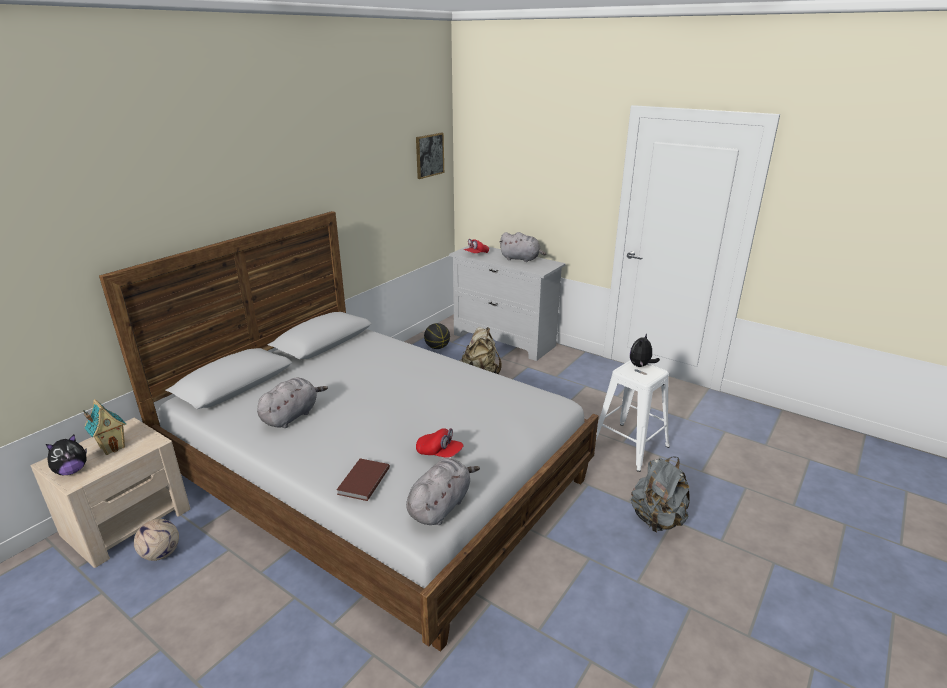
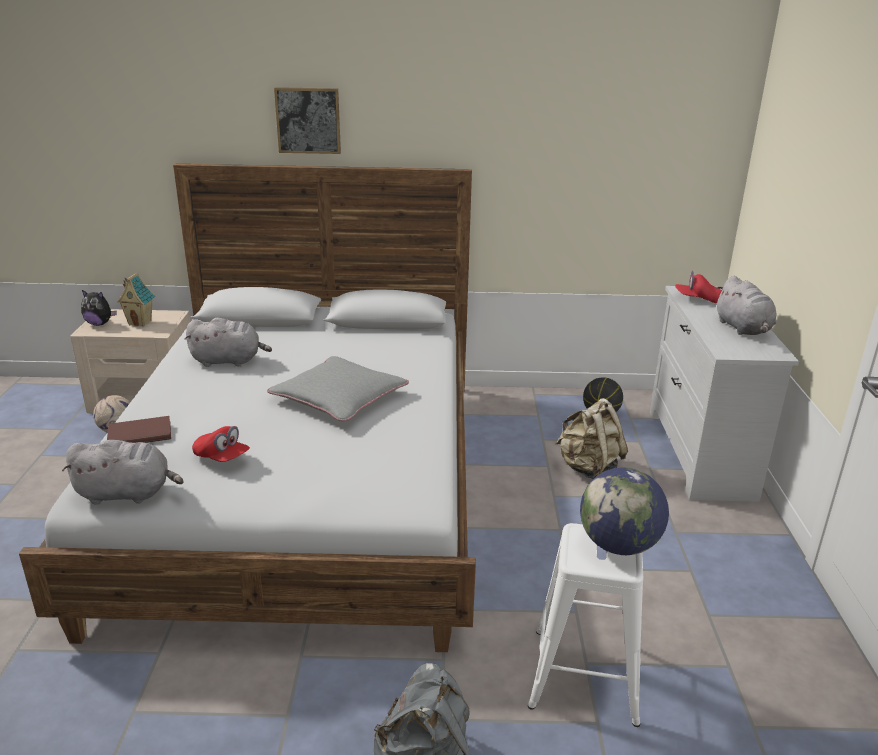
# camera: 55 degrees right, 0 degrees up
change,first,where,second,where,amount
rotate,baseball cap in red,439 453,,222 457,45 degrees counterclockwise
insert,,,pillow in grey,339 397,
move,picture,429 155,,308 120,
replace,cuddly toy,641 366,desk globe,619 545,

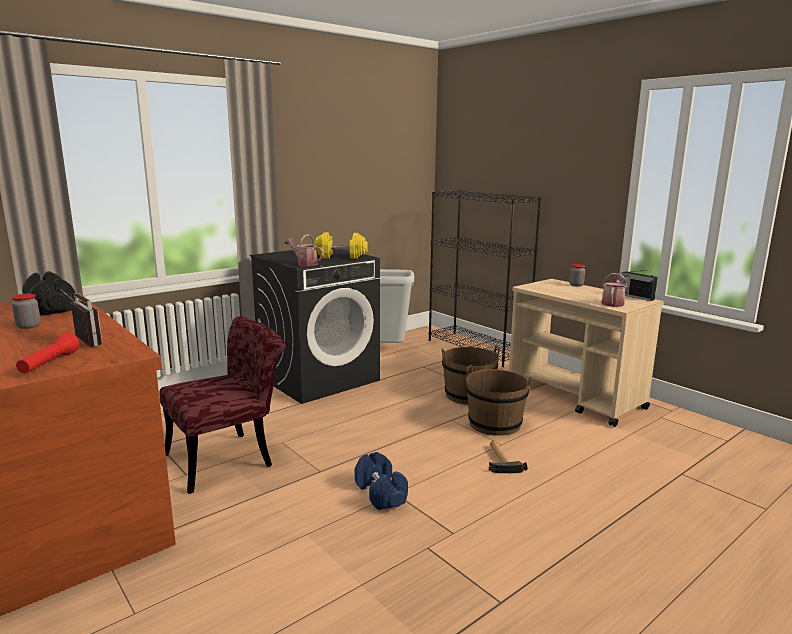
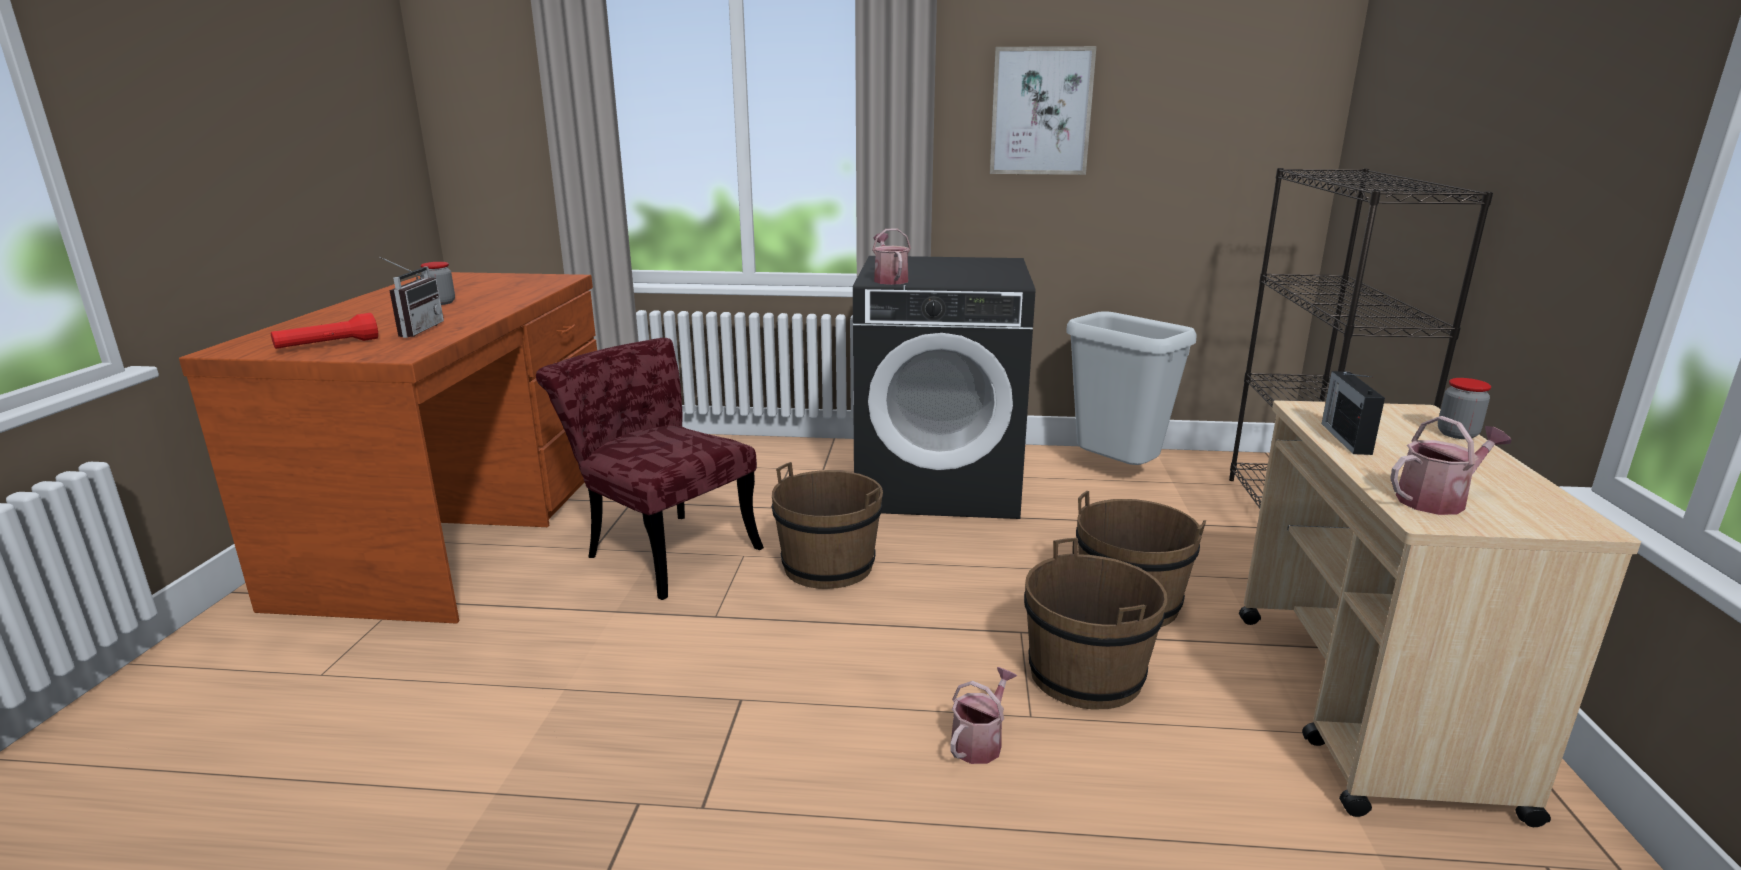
# camera: 45 degrees right, 5 degrees up
change,first,where,second,where,amount
rotate,upright chair in red,229 457,,662 548,150 degrees counterclockwise
insert,,,water bucket in brownish,828 566,
replace,hand hammer,500 460,sprinkling can,980 741,
insert,,,picture,1041 111,
move,radio receiver,635 297,,1345 438,
delete,hand weight in black-coloured,50 308,,,
delete,hand weight in yellowish,341 256,,,
delete,hand weight in blue-coloured,381 493,,,

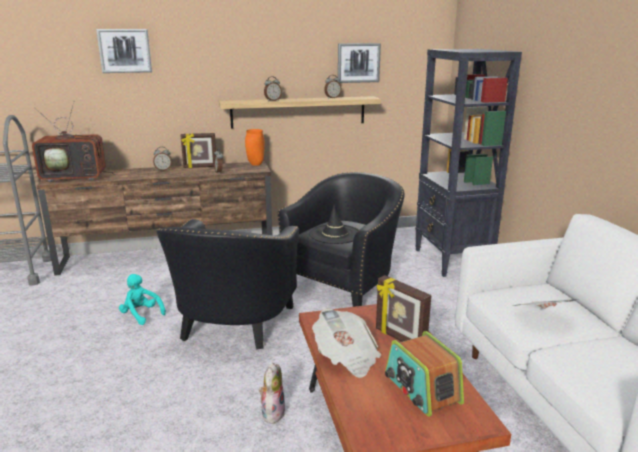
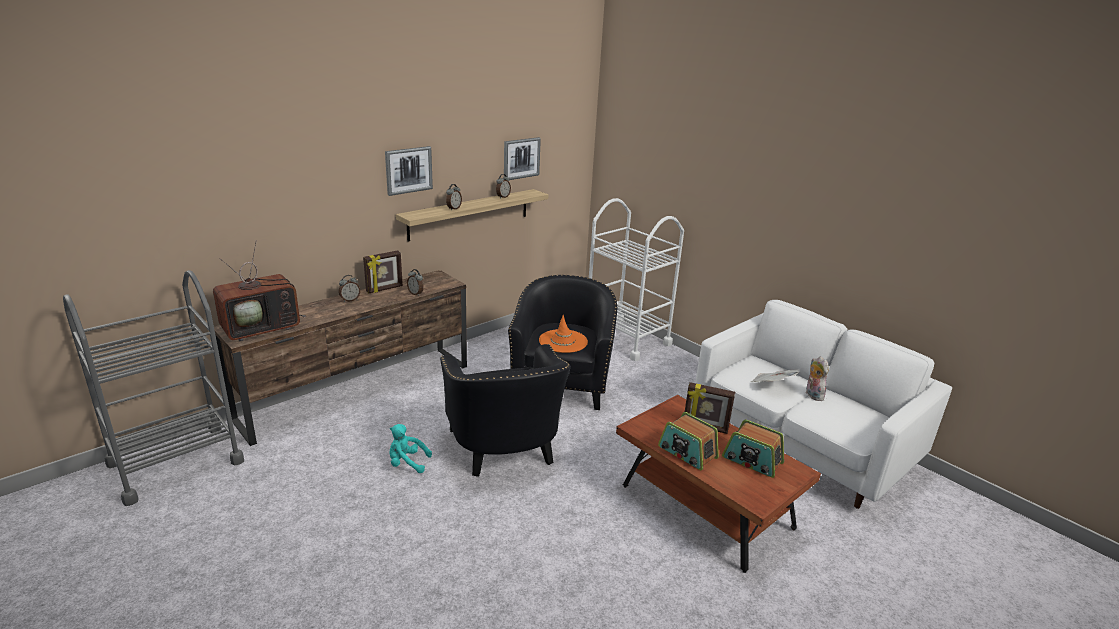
# camera: 30 degrees left, 5 degrees up
change,first,where,second,where,amount
move,picture,125 51,,408 170,
recolor,hat in black-coloured,335 234,hat in orange,563 341,
replace,bookshelf in black-coloured,452 260,cart in whitish,626 338,
replace,printed paper,346 357,radio receiver,687 452,
move,cuddly toy,272 412,,812 395,
delete,decorative vase in orange,256 164,,,

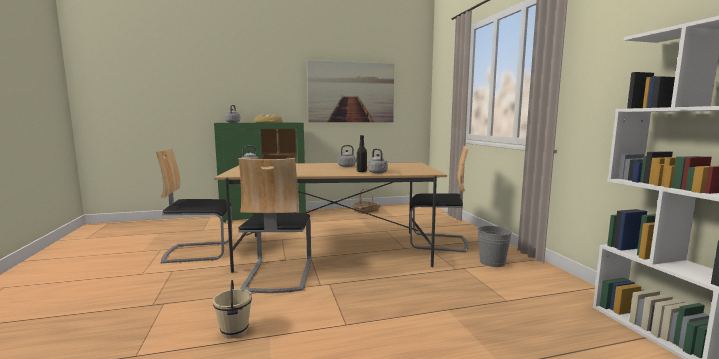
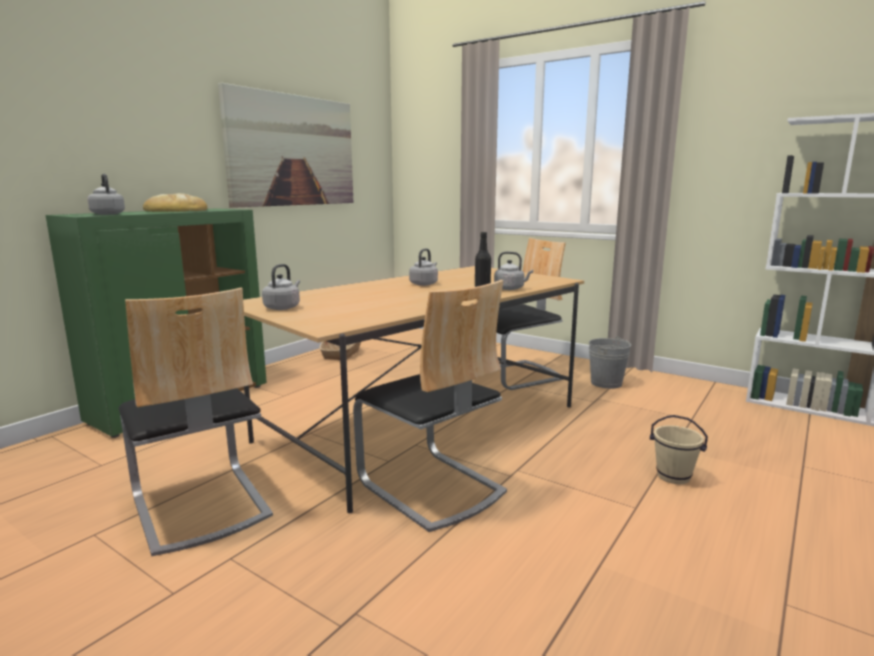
# camera: 40 degrees left, 5 degrees up
change,first,where,second,where,amount
rotate,upright chair,198 251,,199 505,75 degrees counterclockwise
move,water bucket in beige-coloured,234 331,,673 477,

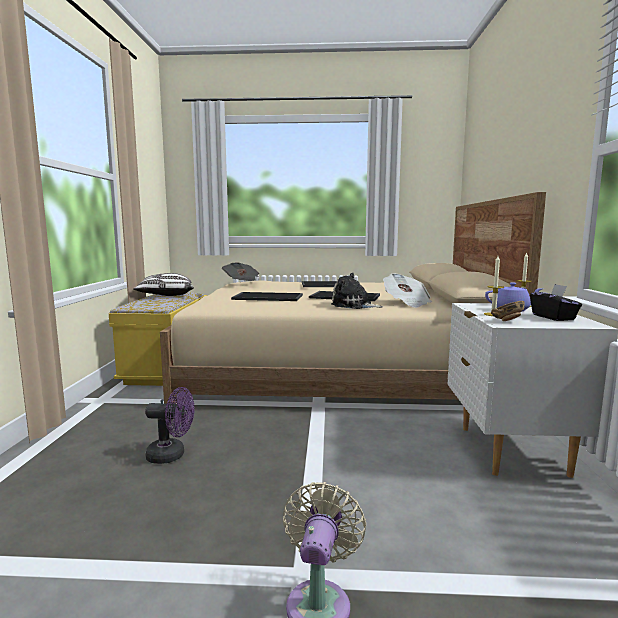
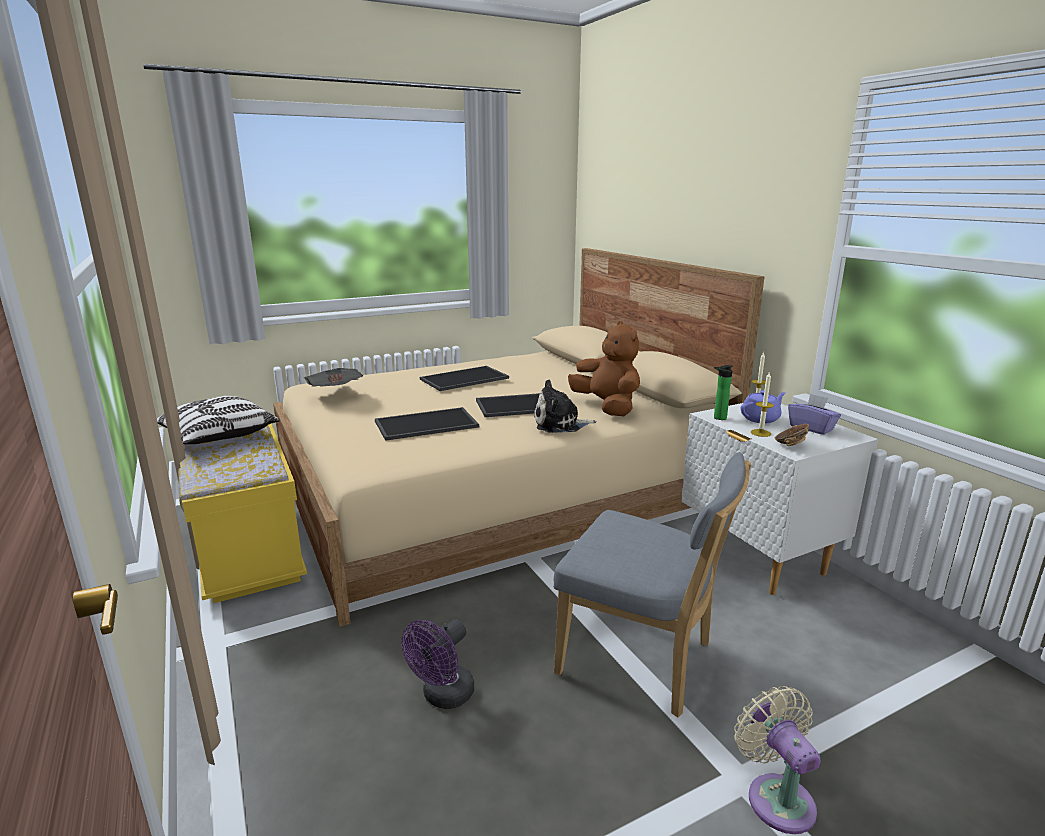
# camera: 30 degrees left, 10 degrees up
change,first,where,second,where,amount
rotate,fan in purple-coloured,172 455,,443 697,150 degrees clockwise
insert,,,upright chair in grey,642 661,
replace,printed paper,406 303,cuddly toy in brownish,607 407,
insert,,,beverage bottle,718 418,
recolor,tissue box in black-coloured,553 317,tissue box in purple-coloured,811 428,

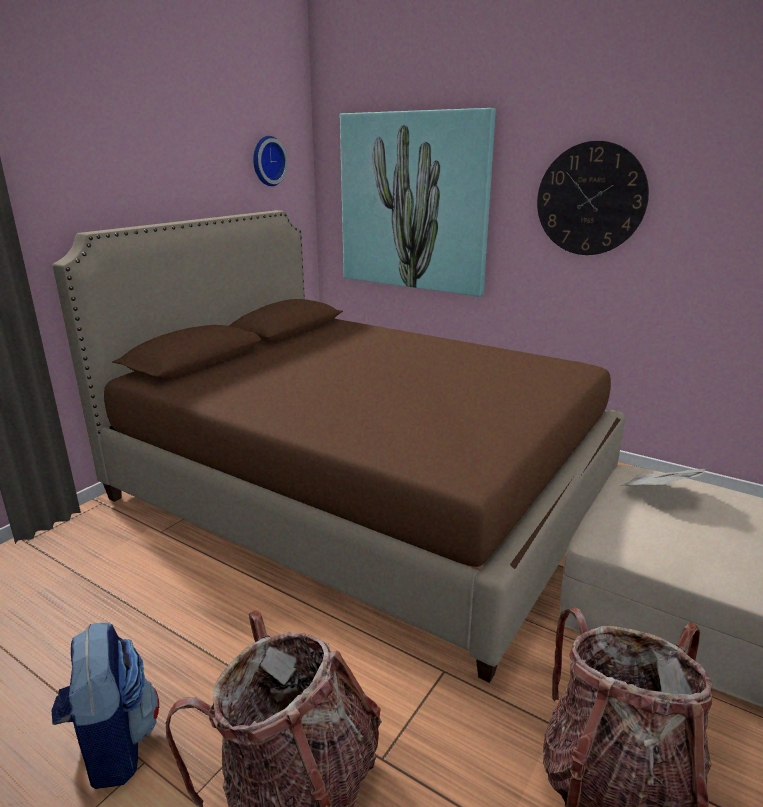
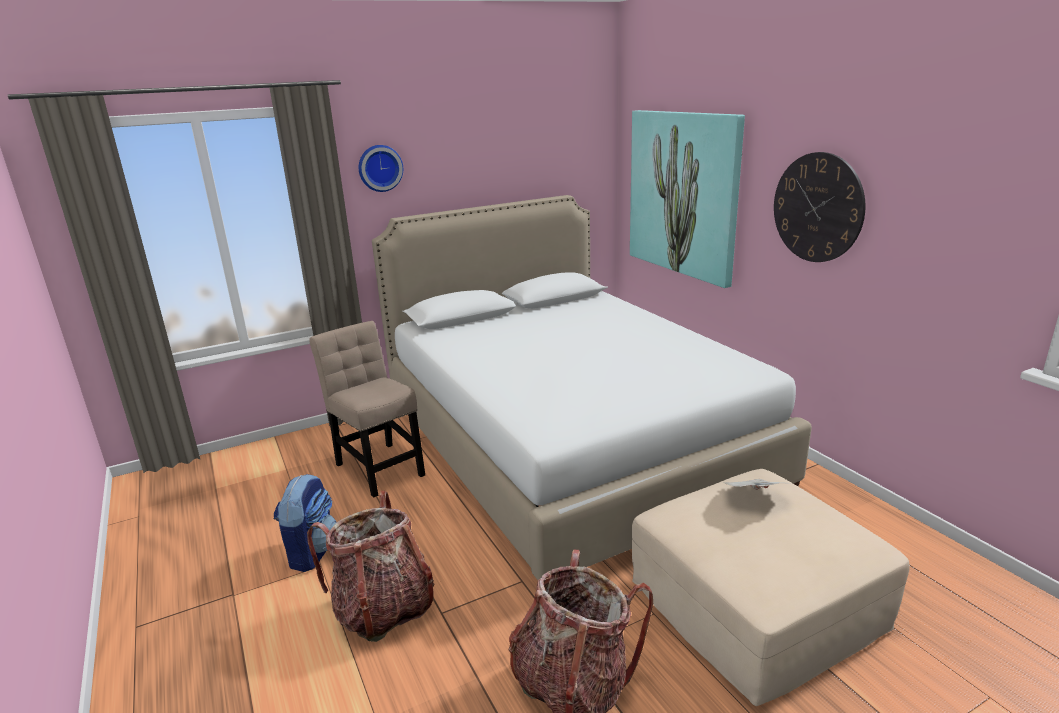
# camera: 30 degrees right, 0 degrees up
change,first,where,second,where,amount
insert,,,upright chair in beige-coloured,378 467,
move,wall clock,267 161,,380 168,
recolor,bed in brownish,361 494,bed in whitish,569 446,

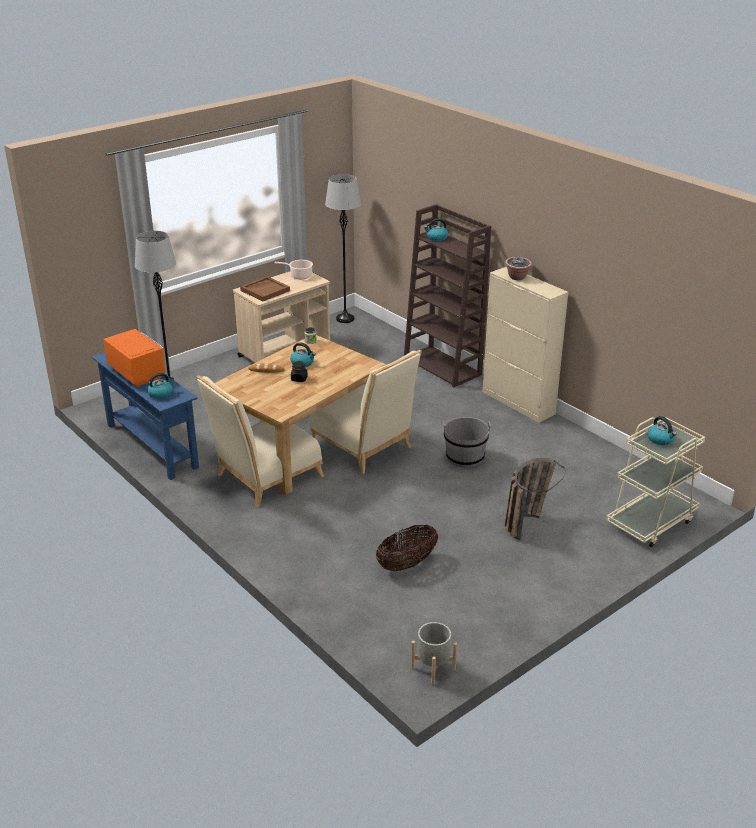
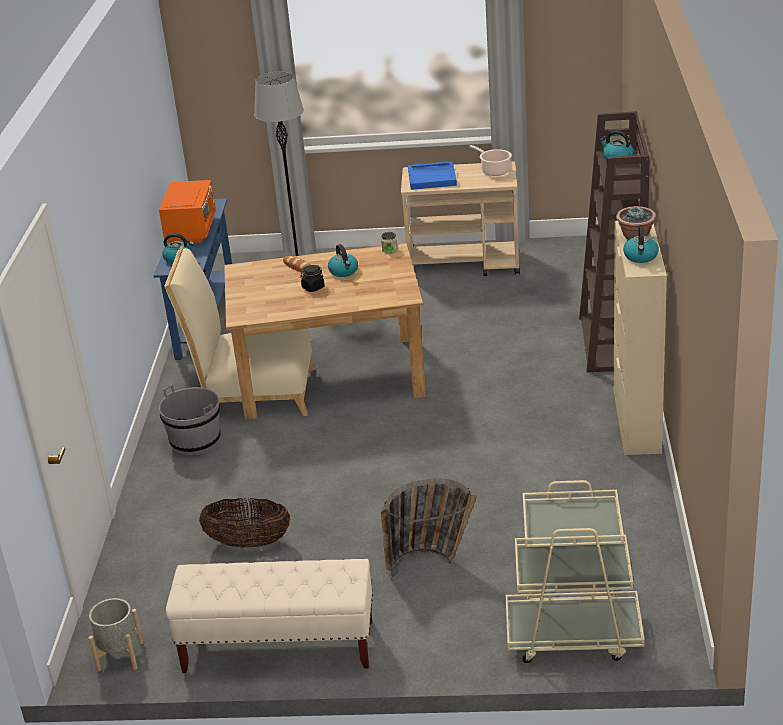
# camera: 45 degrees right, 0 degrees up
change,first,where,second,where,amount
move,water bucket in grey,465 457,,195 441,
insert,,,long seat in beige-coloured,278 647,
recolor,carrying tray in brownish,265 290,carrying tray in blue-coloured,432 178,
move,water kettle,661 439,,641 257,
delete,upright chair in beige-coloured,364 447,,,
delete,standard lamp in grey,345 319,,,

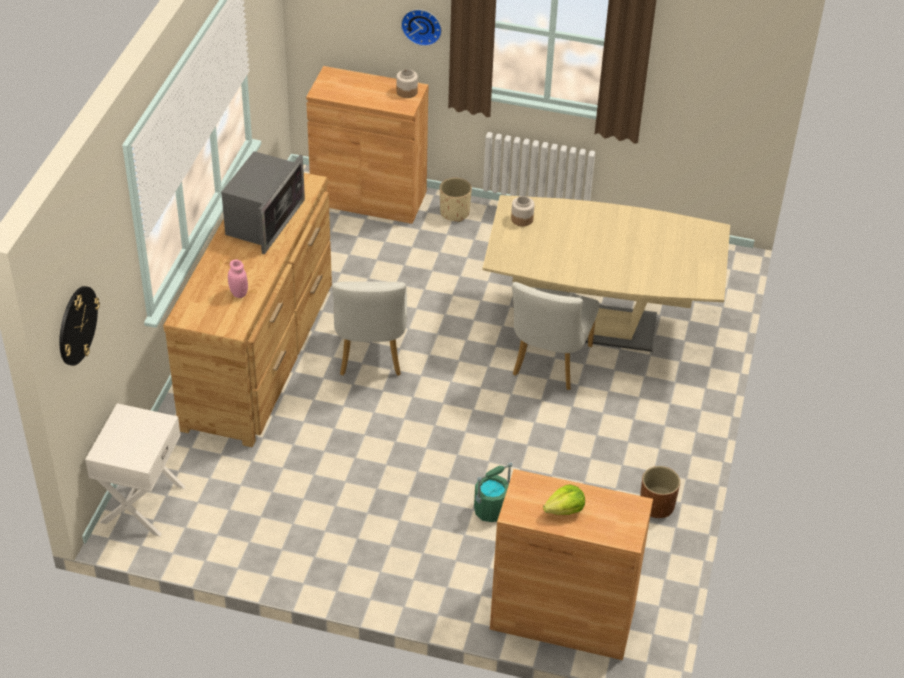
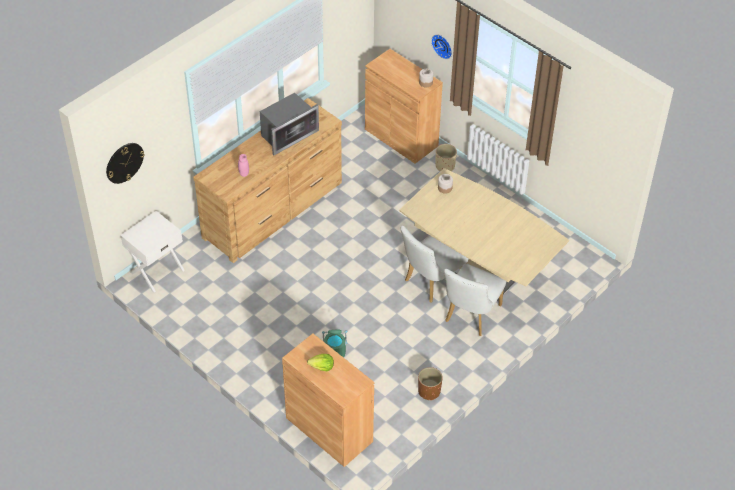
# camera: 30 degrees right, 5 degrees up
change,first,where,second,where,amount
move,upright chair in whitish,370 356,,470 316,

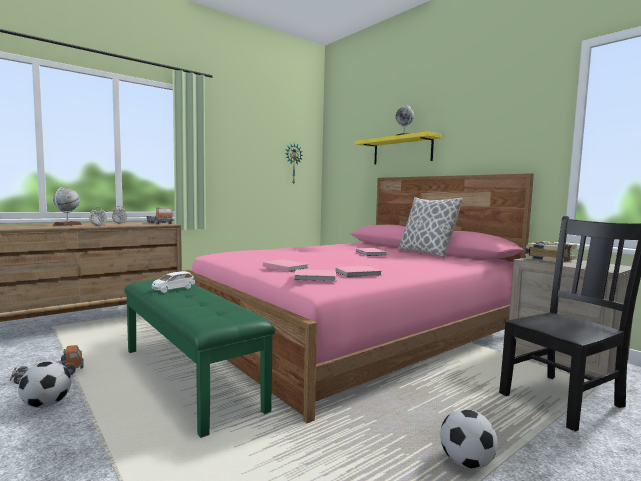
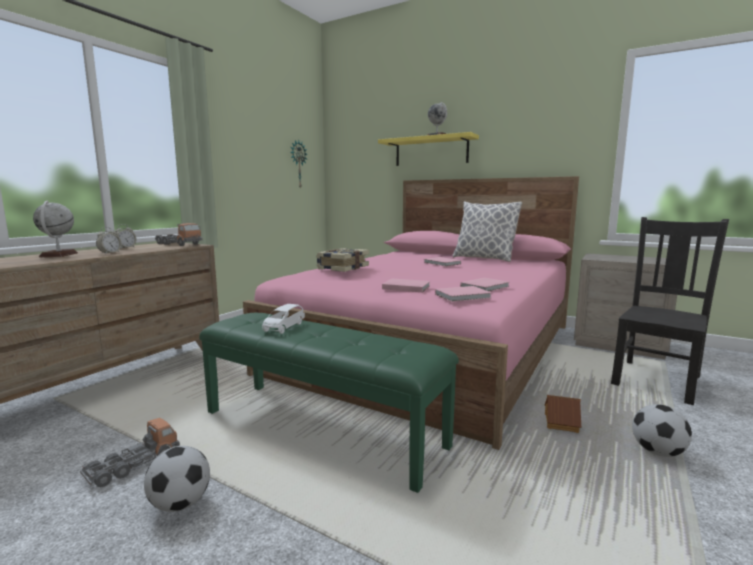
# camera: 20 degrees left, 5 degrees up
change,first,where,second,where,amount
move,volume,549 259,,342 268,
insert,,,miniature house,560 424,

